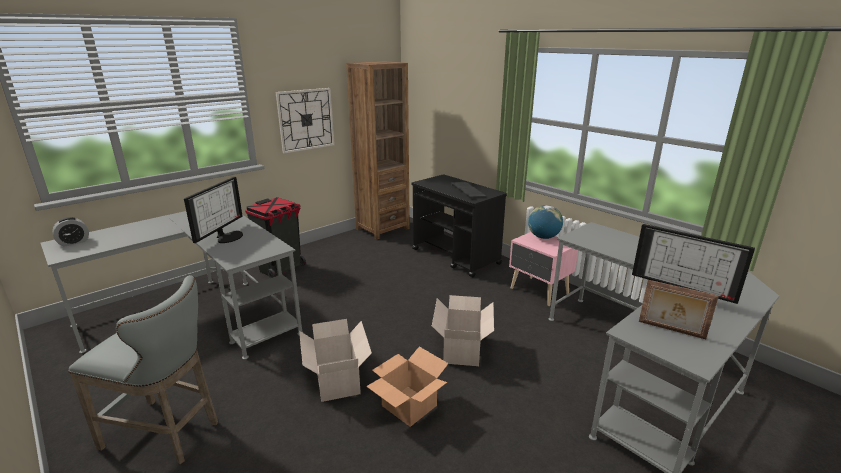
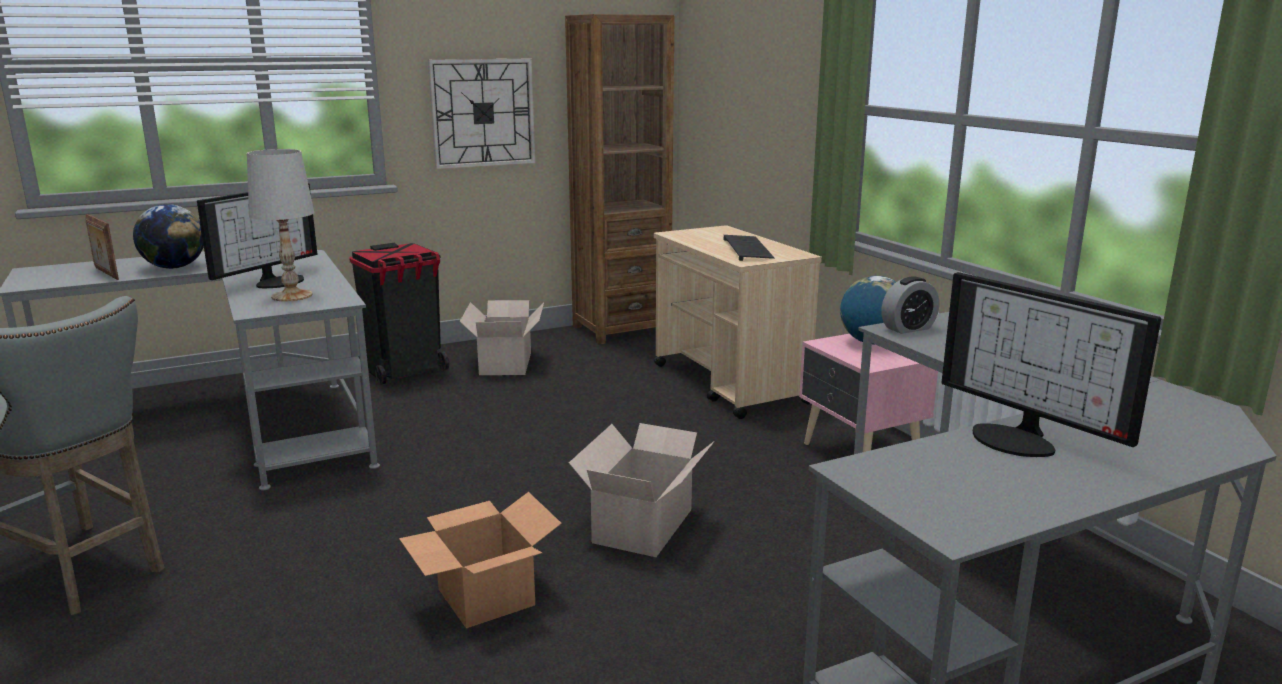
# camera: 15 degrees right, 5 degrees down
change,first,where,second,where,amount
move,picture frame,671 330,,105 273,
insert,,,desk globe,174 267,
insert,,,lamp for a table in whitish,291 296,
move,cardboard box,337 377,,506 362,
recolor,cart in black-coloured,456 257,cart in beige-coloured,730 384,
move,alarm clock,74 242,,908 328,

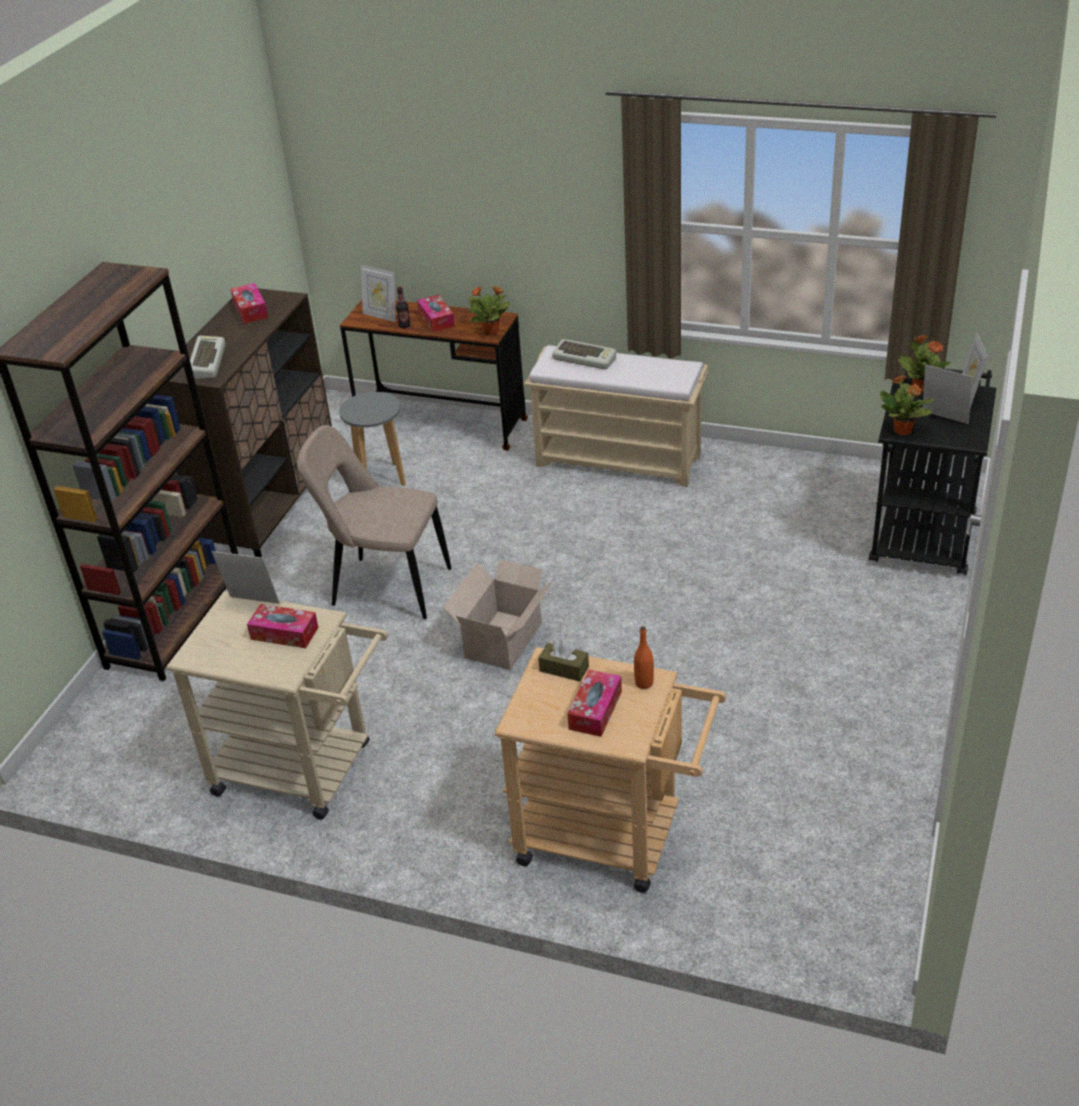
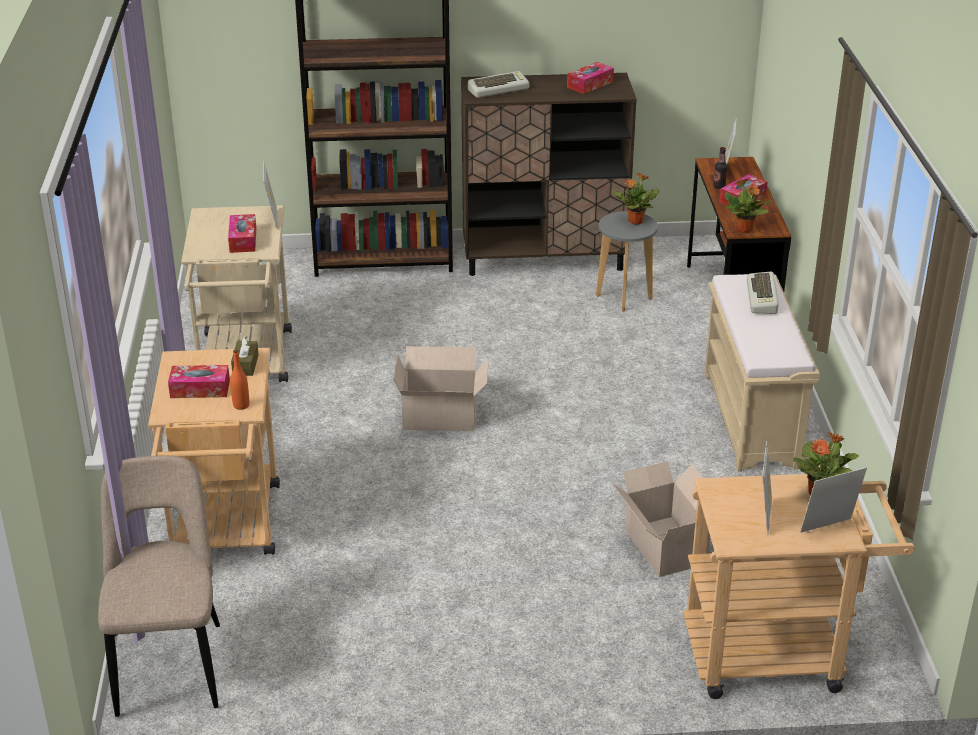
# camera: 65 degrees right, 5 degrees down
change,first,where,second,where,amount
move,upright chair in beige-coloured,386 587,,171 663,
insert,,,cardboard box,664 545,
move,plant in a pot,903 431,,635 221,
recolor,cart in black-coloured,923 529,cart in beige-coloured,778 654,

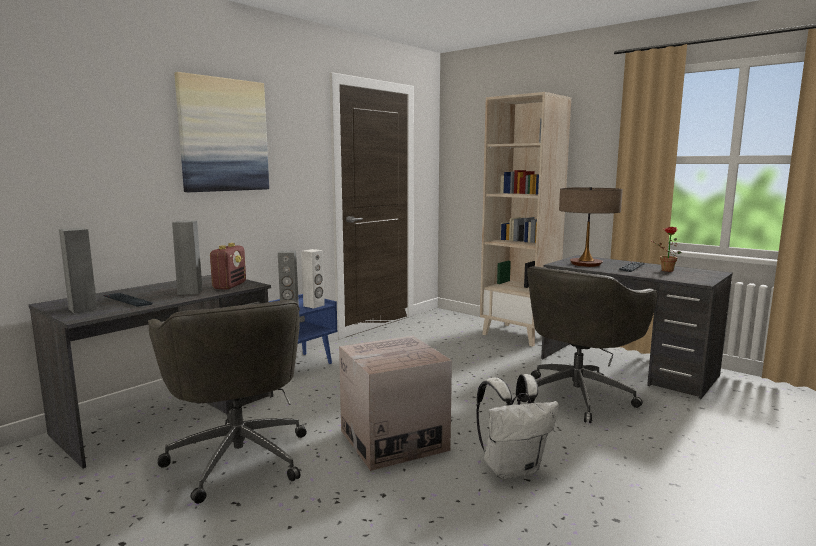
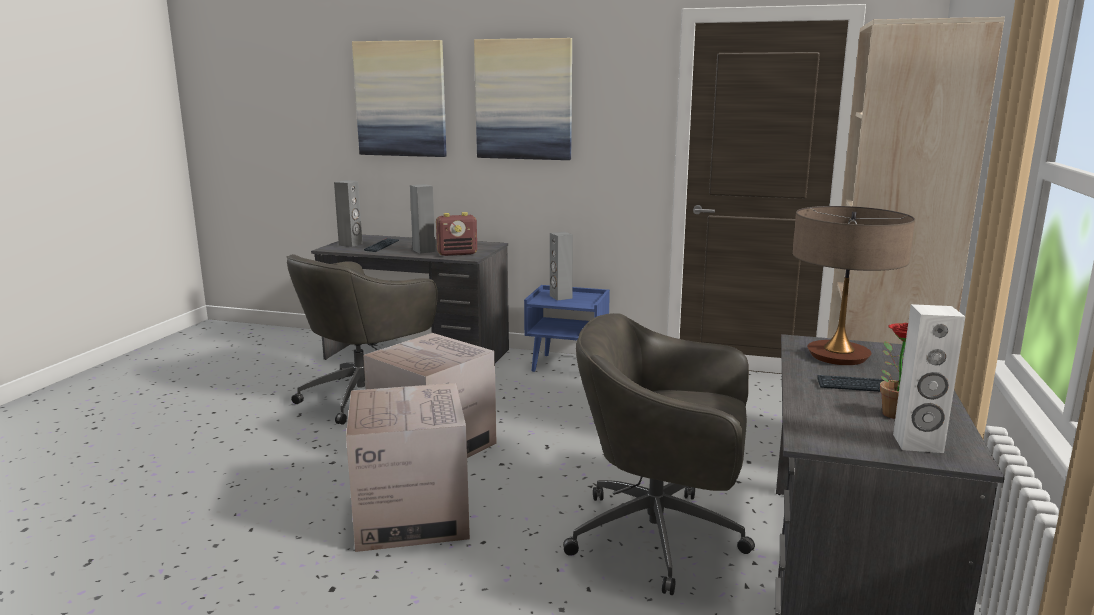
# camera: 65 degrees right, 5 degrees up
change,first,where,second,where,amount
replace,backpack in whitish,512 468,cardboard box,411 515,
insert,,,picture,401 99,
move,loudspeaker in whitish,314 305,,918 443,

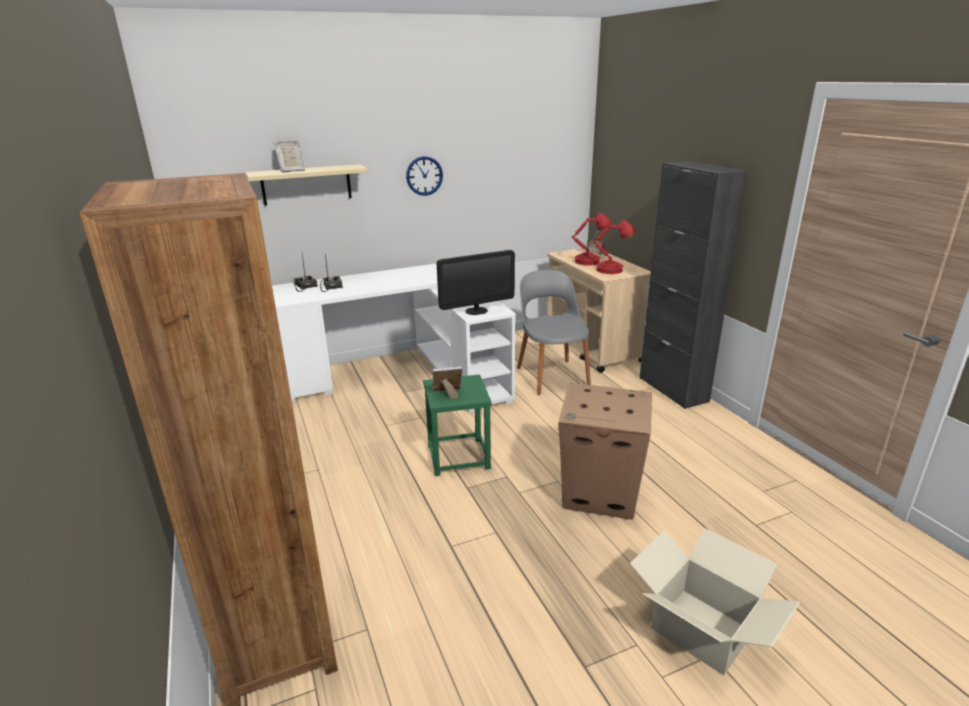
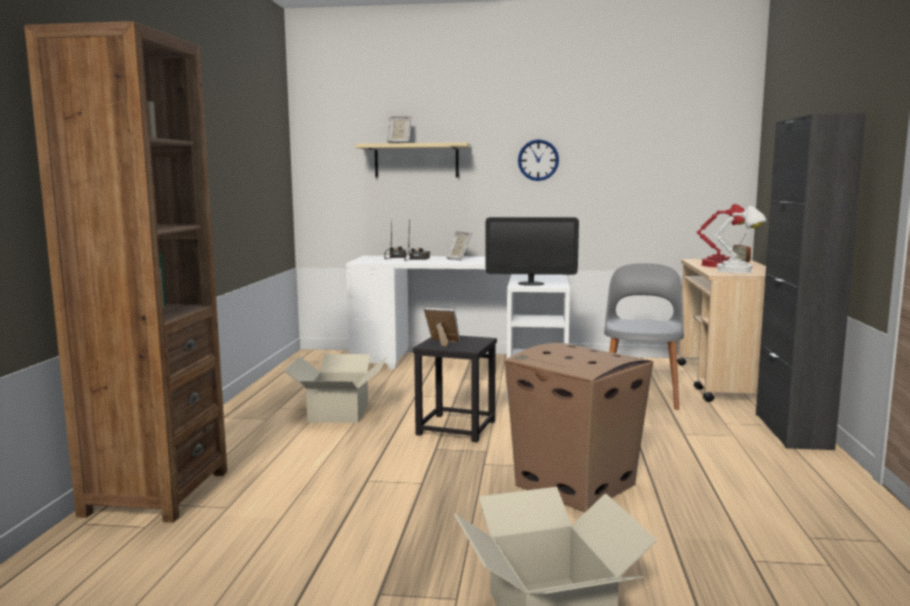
# camera: 30 degrees right, 15 degrees down
change,first,where,second,where,amount
insert,,,cardboard box,339 413,
recolor,stool in green,458 457,stool in black-coloured,455 428,
insert,,,picture frame,458 259,
recolor,lamp for a table in red,612 270,lamp for a table in whitish,737 271,

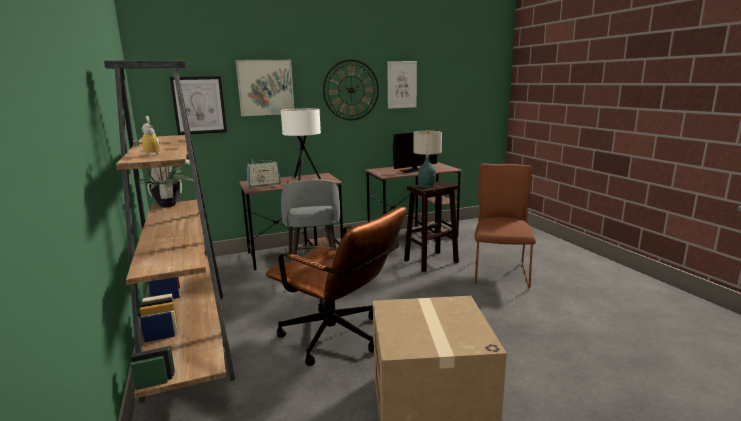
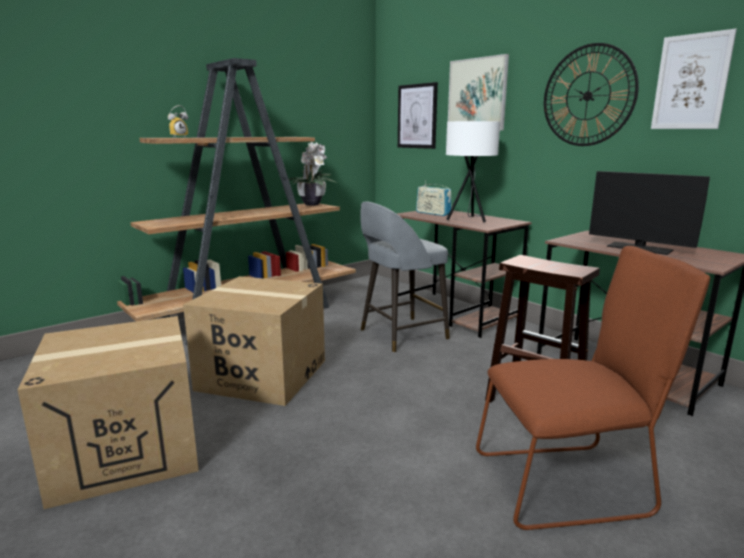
# camera: 70 degrees right, 0 degrees up
change,first,where,second,where,amount
replace,desk chair in brownish,339 339,cardboard box,262 375,
delete,lamp for a table,426 185,,,

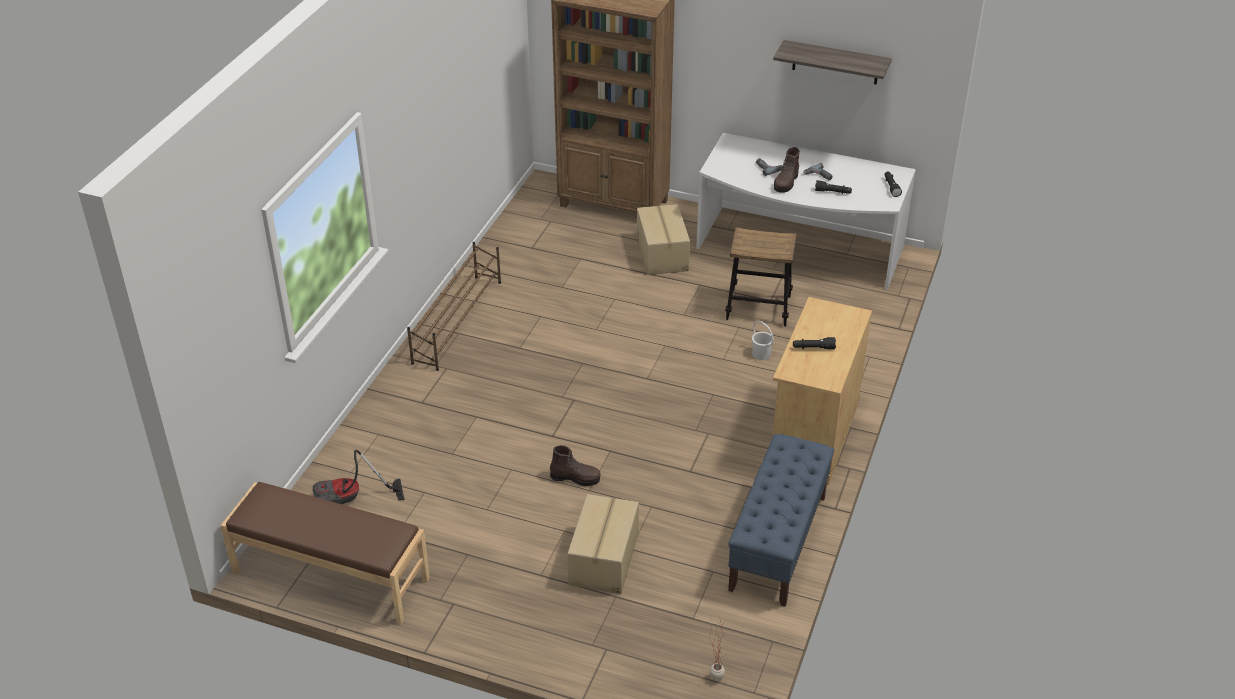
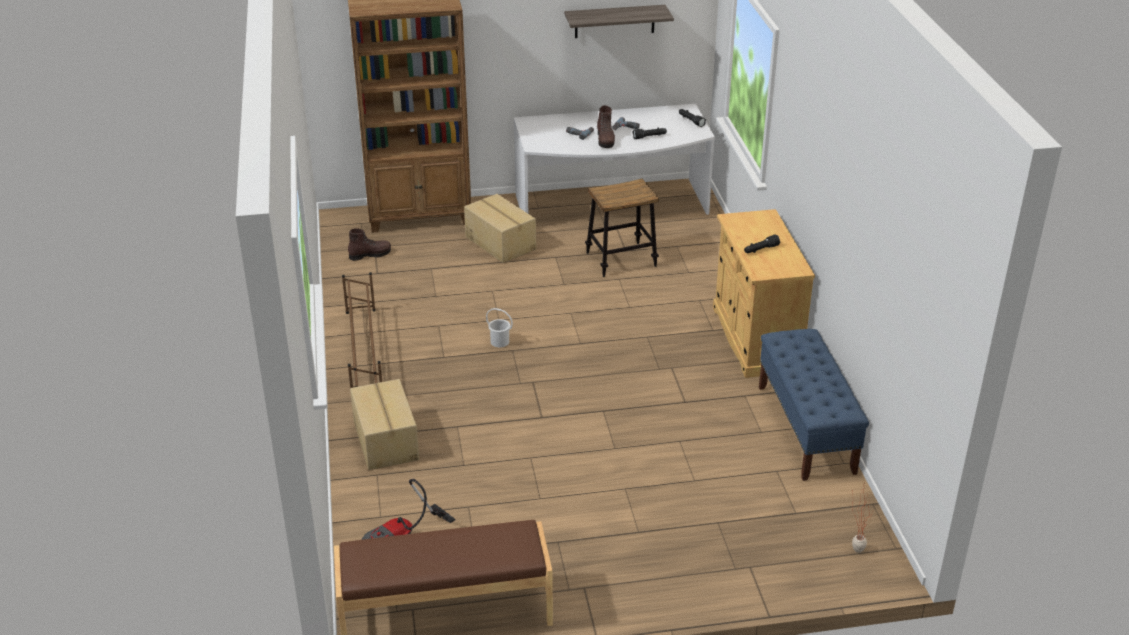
# camera: 30 degrees left, 5 degrees down
change,first,where,second,where,amount
move,tall boot in brownish,575 478,,370 254,
move,cardboard box,605 559,,387 440,
move,water bucket in whitish,761 353,,499 341,

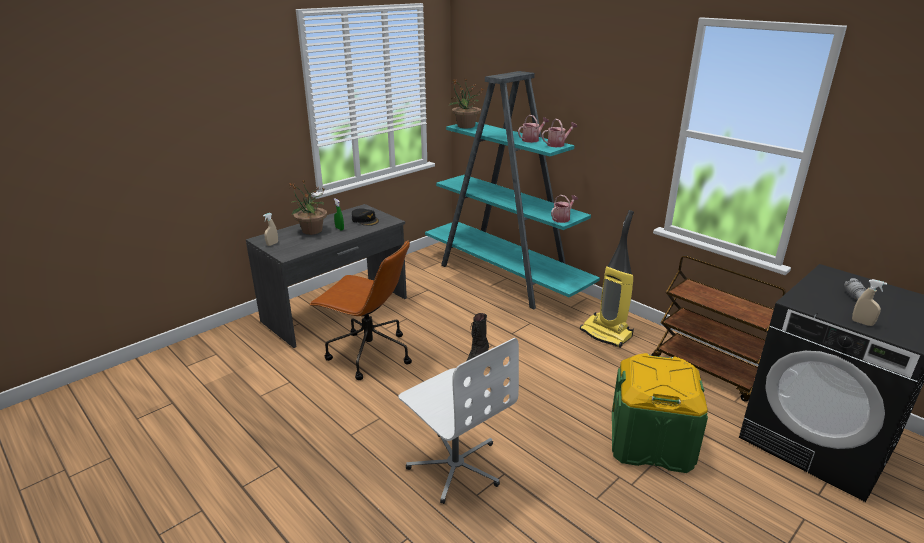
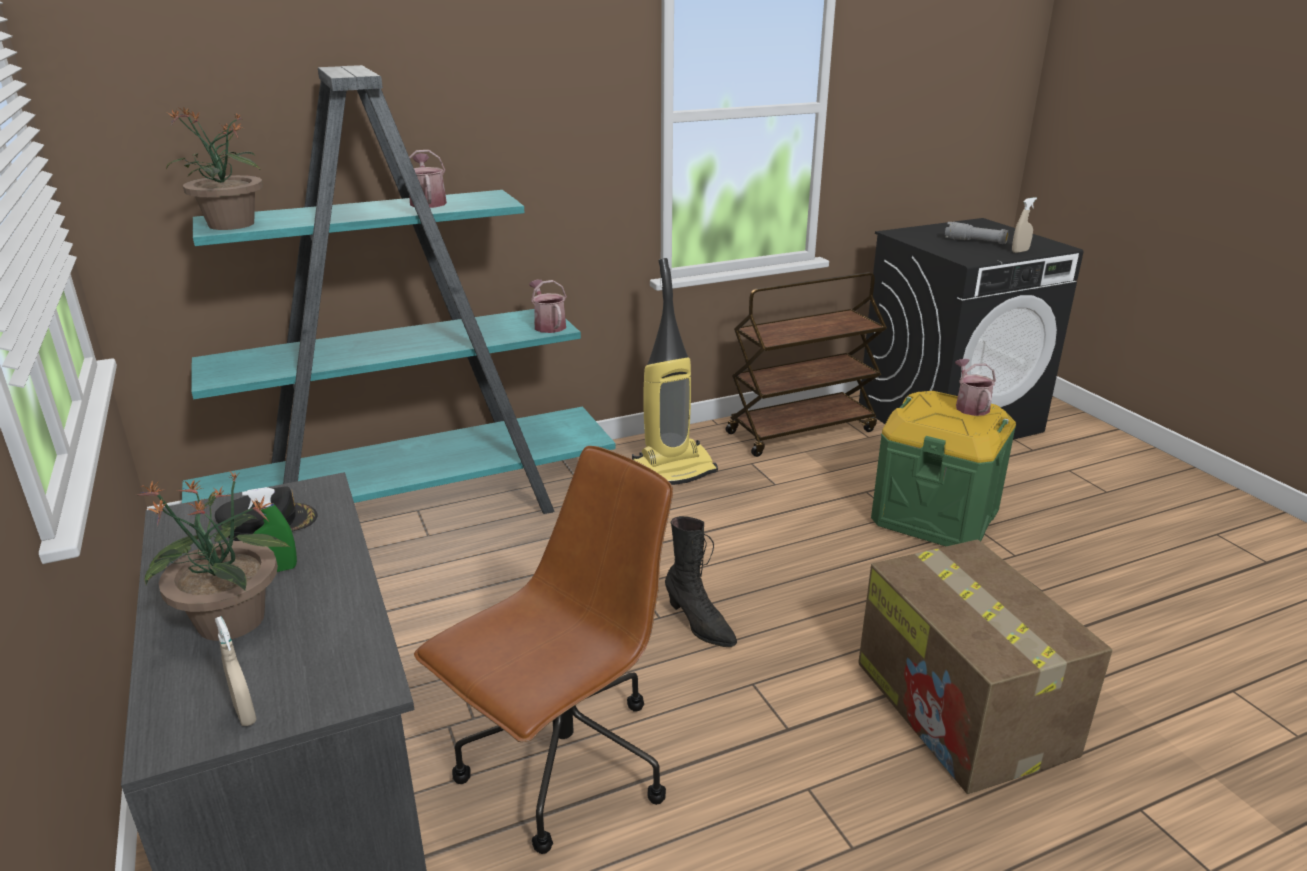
# camera: 70 degrees left, 0 degrees up
change,first,where,second,where,amount
replace,desk chair in whitish,455 465,cardboard box,965 709,
move,sprinkling can,558 144,,970 406,

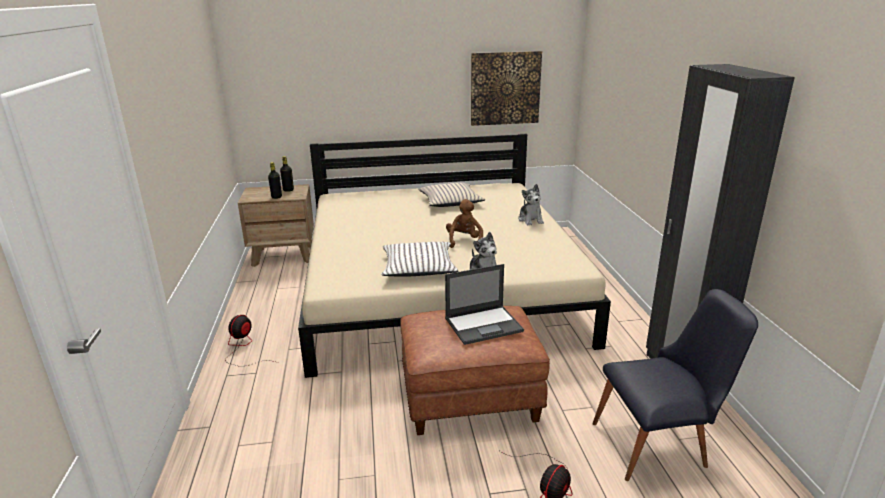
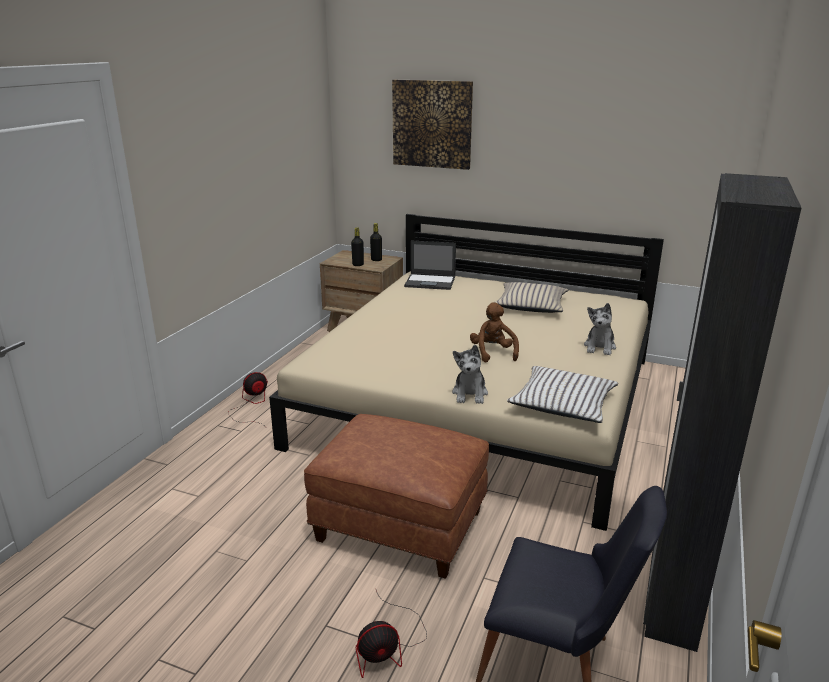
# camera: 30 degrees right, 0 degrees up
change,first,where,second,where,amount
move,picture,505 88,,432 124,
move,laptop,484 324,,431 282,
rotate,cuddly toy in brownish,464 241,,493 353,45 degrees counterclockwise
move,pillow in whitish,418 267,,563 404,

